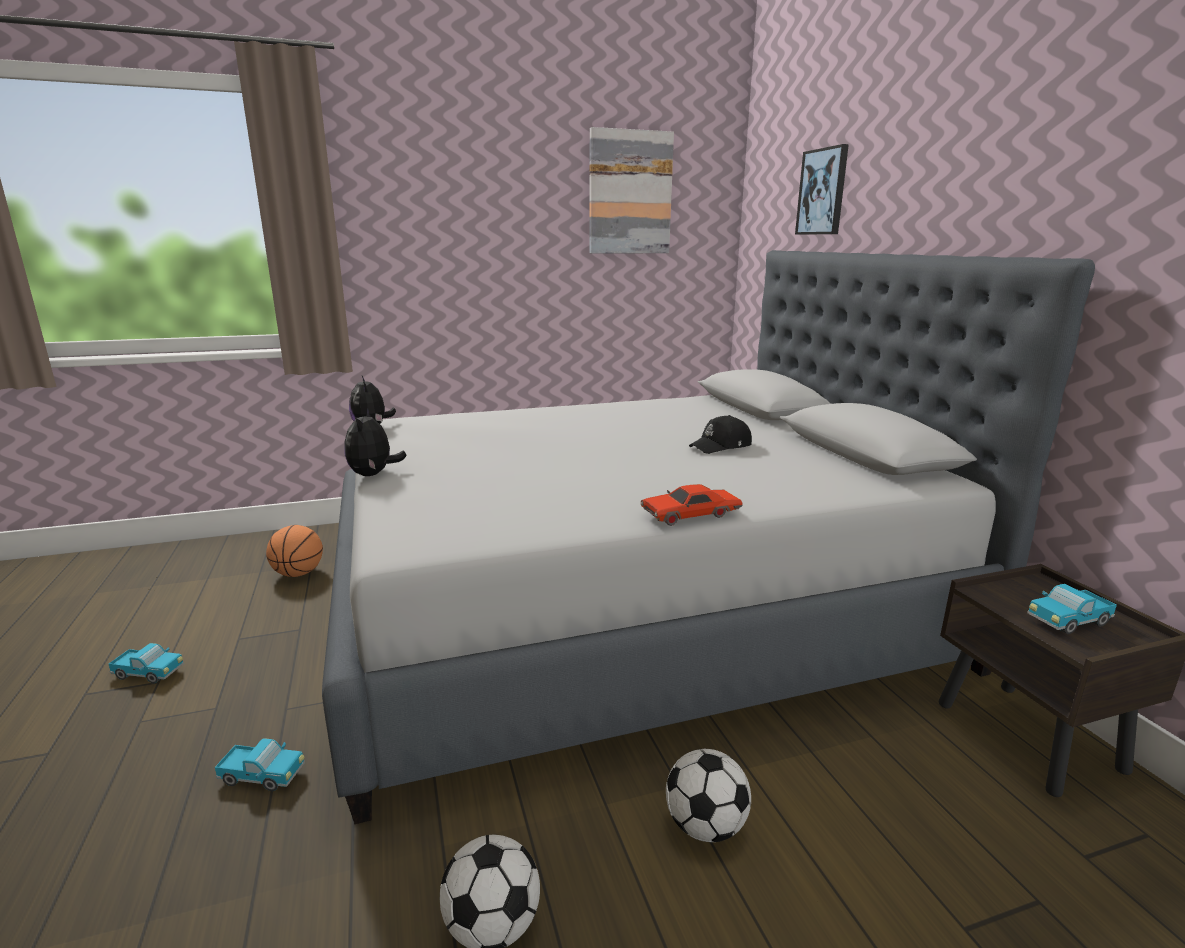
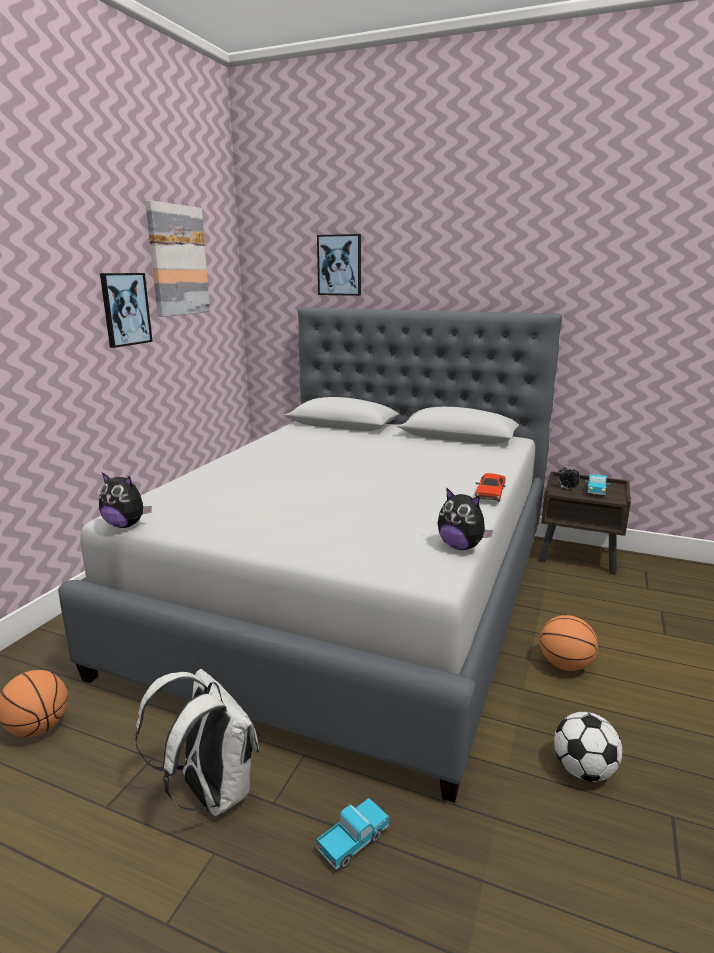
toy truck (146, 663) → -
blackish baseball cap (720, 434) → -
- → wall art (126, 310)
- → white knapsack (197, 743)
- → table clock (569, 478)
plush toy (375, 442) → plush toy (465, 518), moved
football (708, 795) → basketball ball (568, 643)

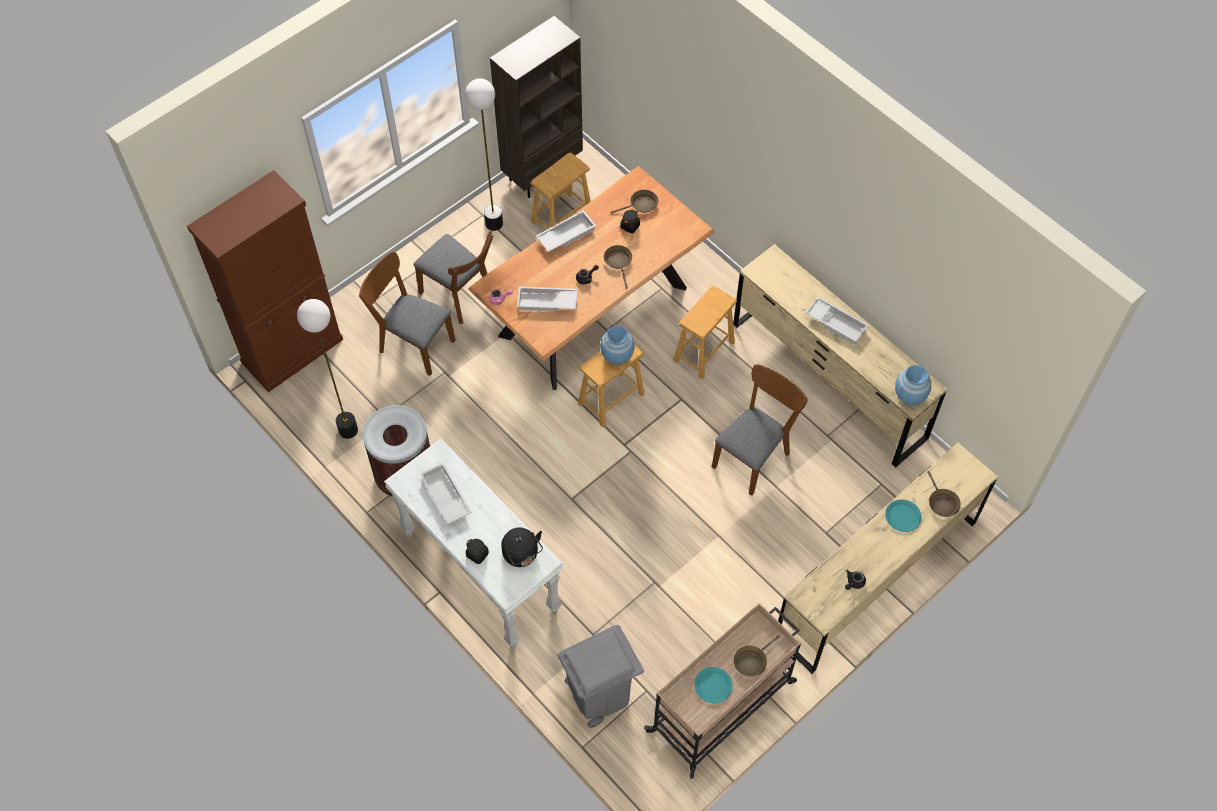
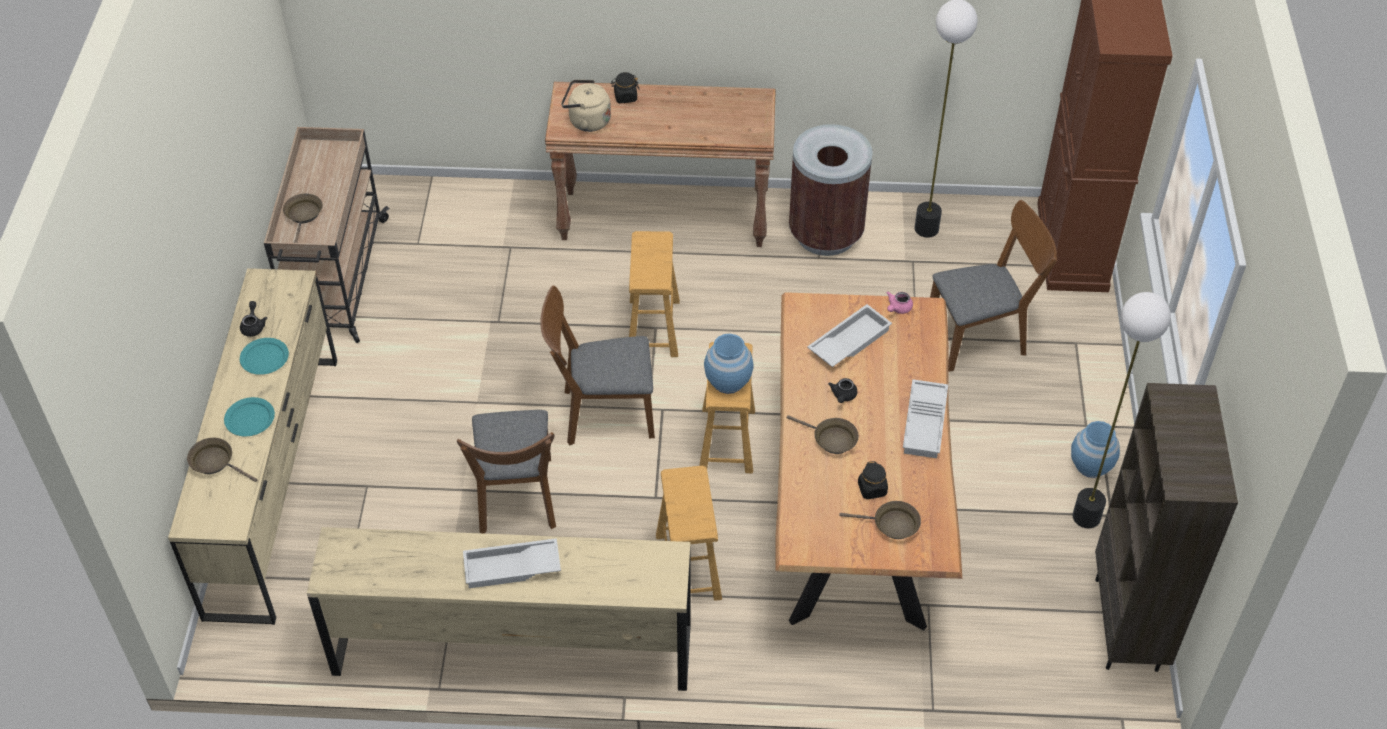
white tray (446, 493) → -
gray rubbish bin (600, 676) → -
brown plain chair (453, 277) → brown plain chair (597, 365), moved
brown stool (560, 191) → brown stool (654, 294), moved
turquoise-coloured dinner plate (713, 685) → turquoise-coloured dinner plate (264, 356), moved
blue-coloured flower vase (913, 385) → blue-coloured flower vase (1095, 449), moved
white hall table (473, 544) → brown hall table (660, 164)
blackish water kettle (522, 547) → beige-coloured water kettle (586, 106)
brown pan (634, 202) → brown pan (880, 520), 105 degrees counterclockwise

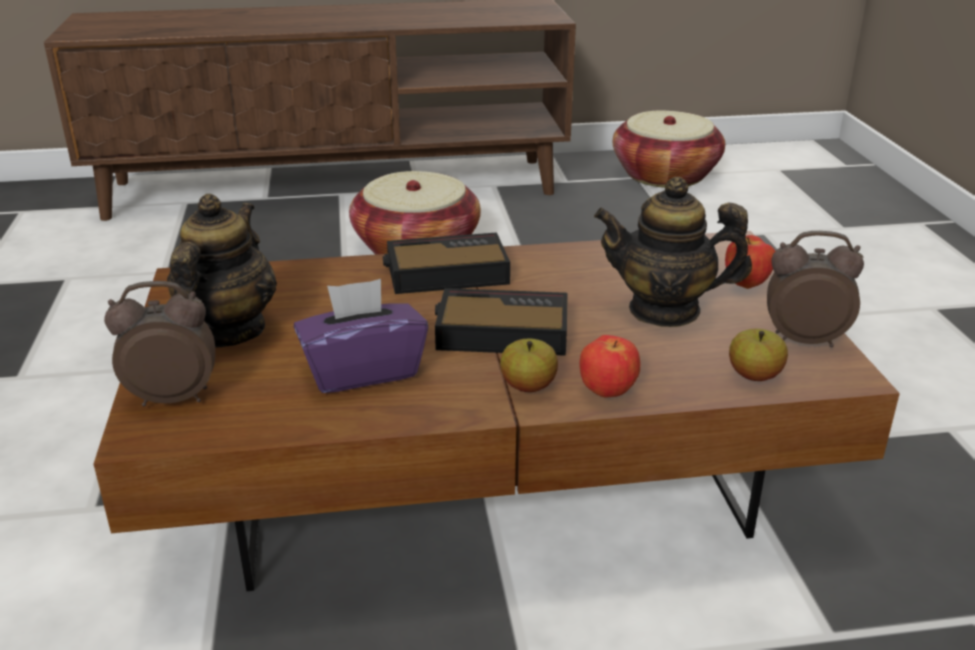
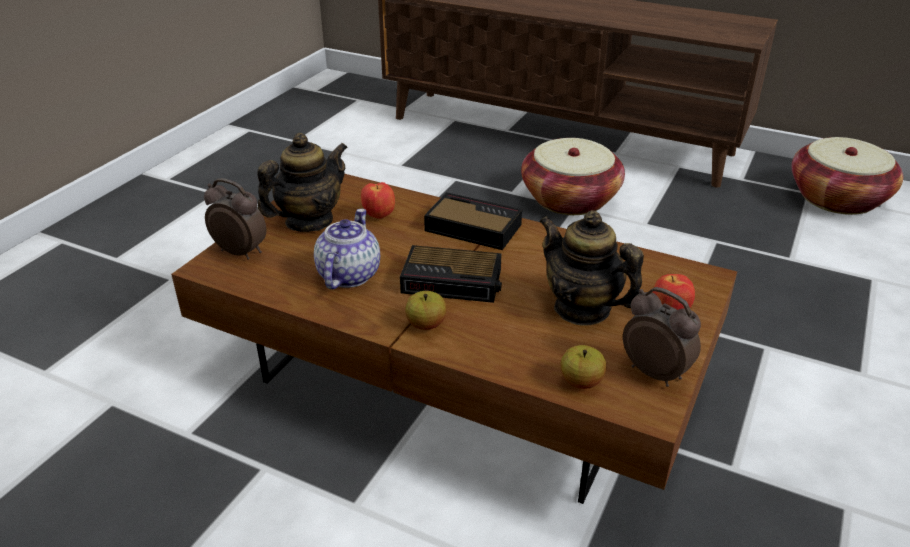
whole apple (609, 366) → whole apple (378, 200), moved
purple box of tissues (361, 336) → teapot (347, 249)
table clock (501, 322) → table clock (451, 274), 150 degrees clockwise

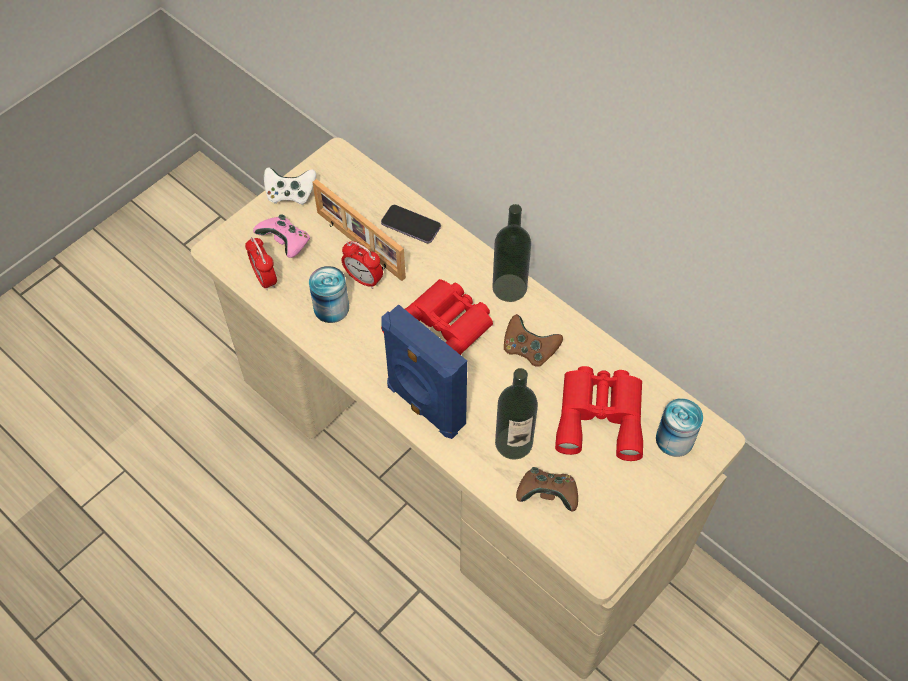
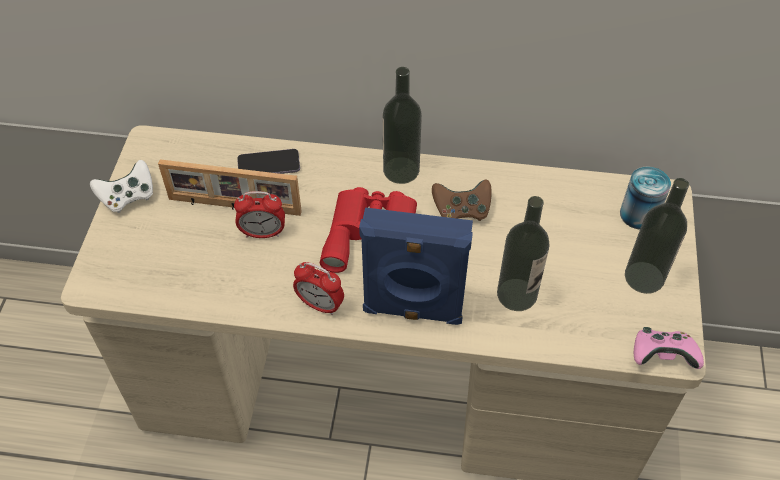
sealed can (329, 294) → -
brown gamepad (547, 489) → -
red-coloured binoculars (599, 413) → -
- → drink bottle (657, 236)
table clock (261, 264) → table clock (318, 288), moved
pink gamepad (281, 236) → pink gamepad (669, 348), moved

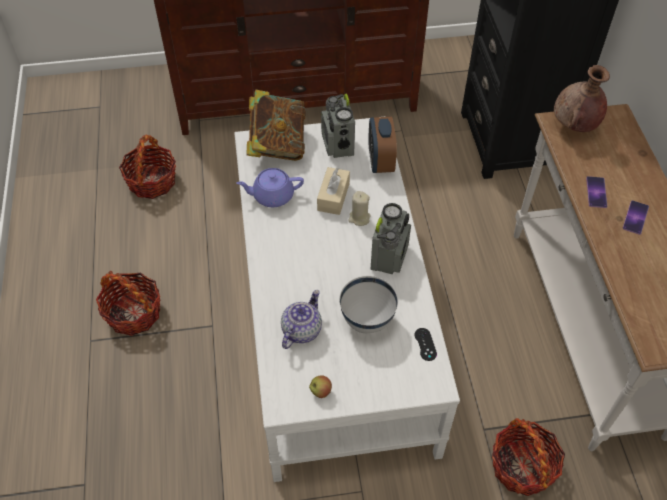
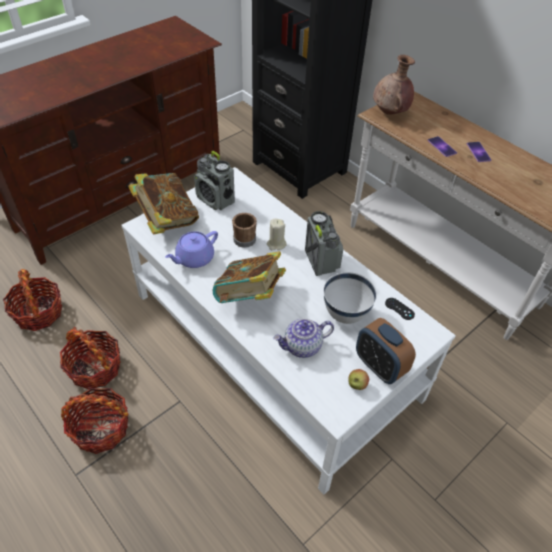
- → book (249, 277)
table clock (382, 145) → table clock (386, 351), moved
storage basket (528, 457) → storage basket (90, 358), moved
beige-coloured box of tissues (333, 191) → brown mug (244, 230)
teapot (301, 319) → teapot (303, 338), 105 degrees counterclockwise

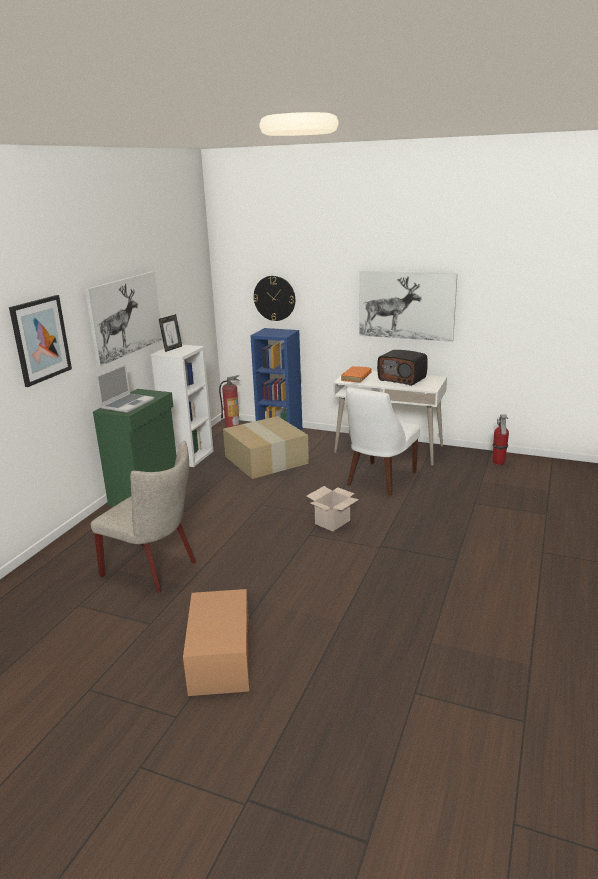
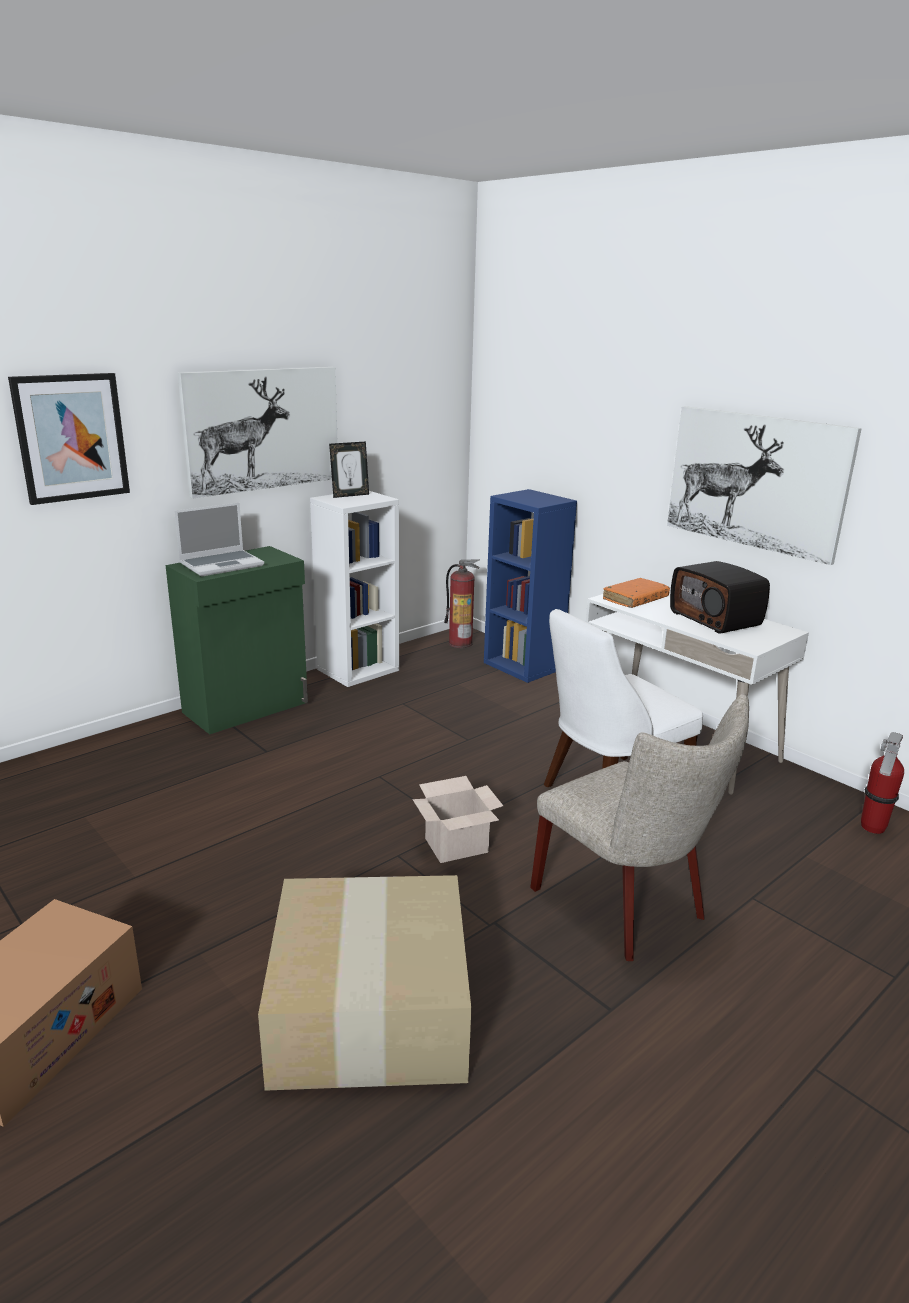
clock on the wall (274, 298) → -
beige-coloured plain chair (143, 517) → beige-coloured plain chair (639, 827), moved
carton (266, 447) → carton (364, 983), moved

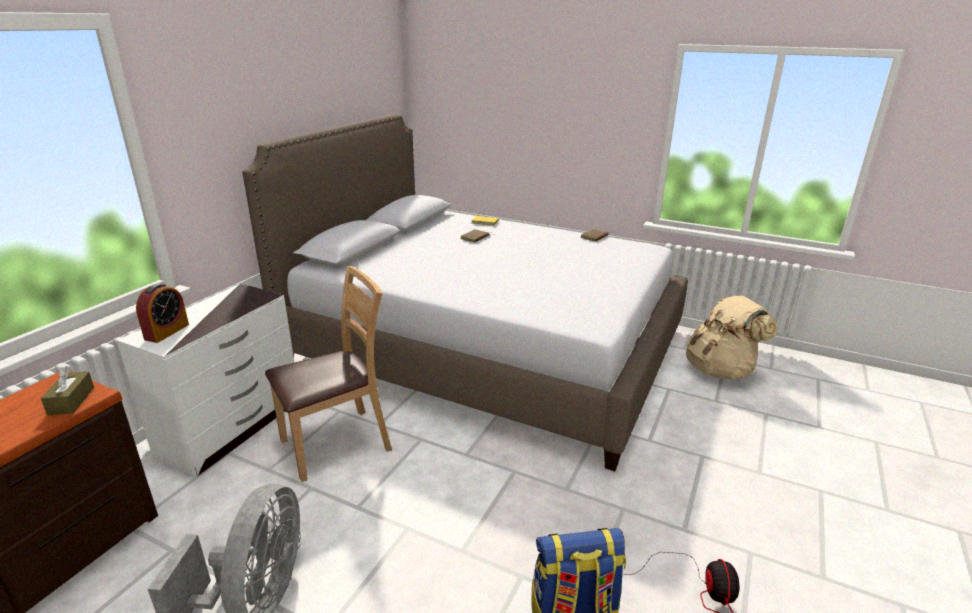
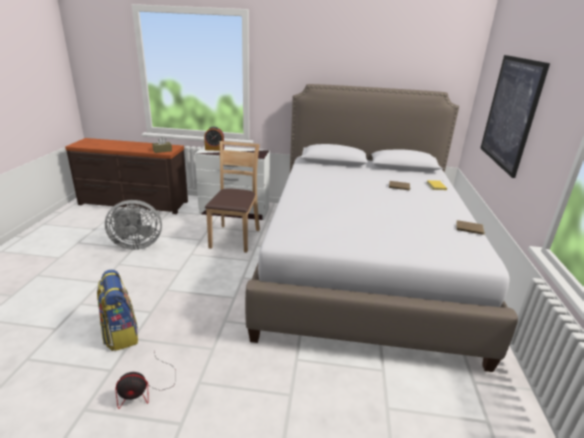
beige-coloured knapsack (732, 337) → -
- → wall art (515, 116)
brown plain chair (328, 374) → brown plain chair (232, 197), 120 degrees counterclockwise

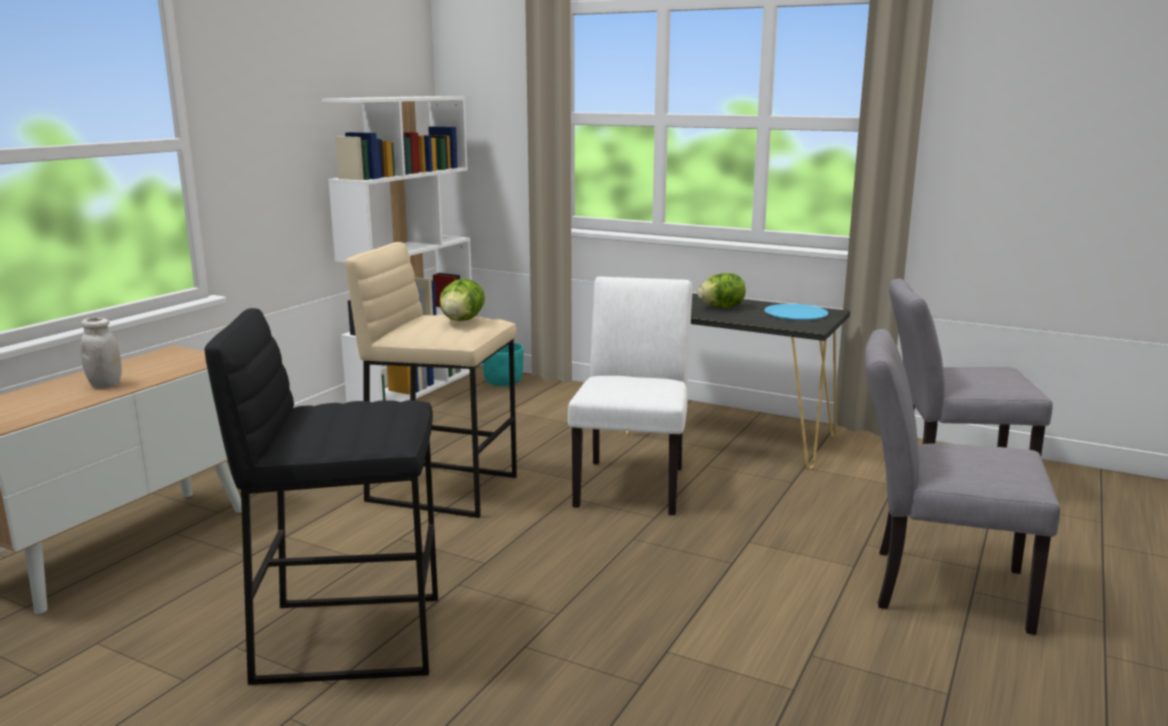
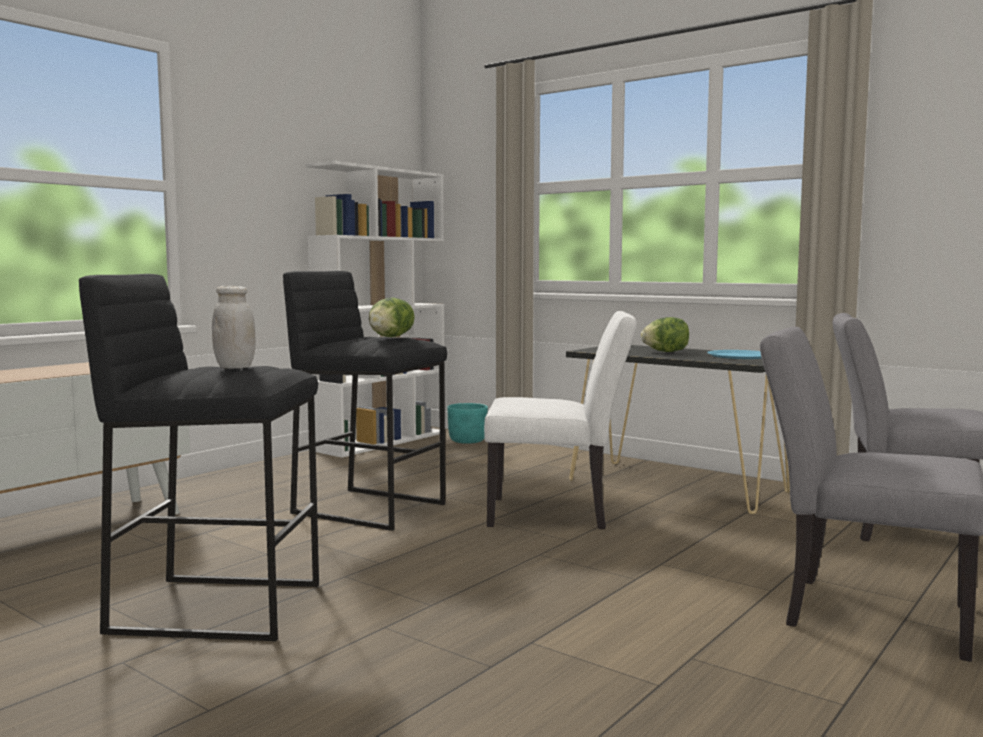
white preserve jar (101, 352) → white preserve jar (233, 327), moved
beige-coloured stool (431, 380) → blackish stool (365, 401)
white plain chair (630, 396) → white plain chair (560, 420), 75 degrees clockwise

